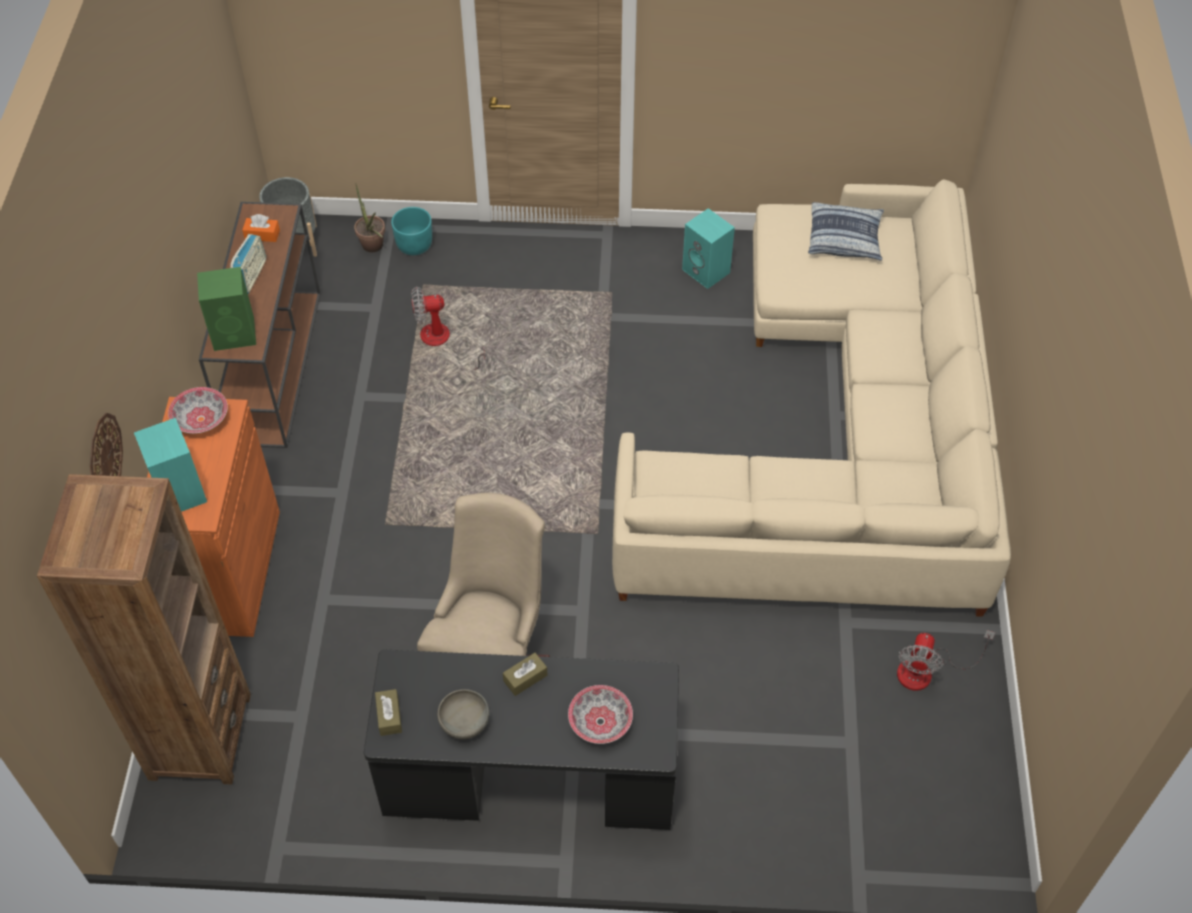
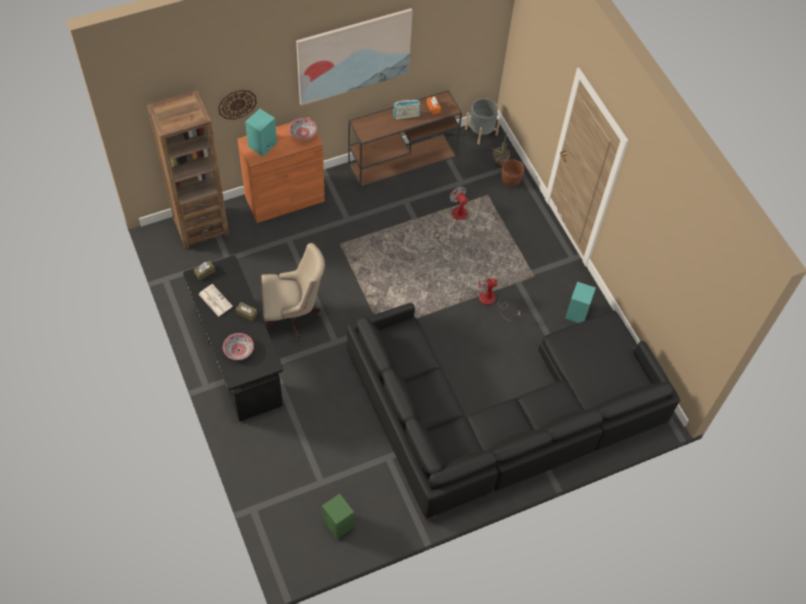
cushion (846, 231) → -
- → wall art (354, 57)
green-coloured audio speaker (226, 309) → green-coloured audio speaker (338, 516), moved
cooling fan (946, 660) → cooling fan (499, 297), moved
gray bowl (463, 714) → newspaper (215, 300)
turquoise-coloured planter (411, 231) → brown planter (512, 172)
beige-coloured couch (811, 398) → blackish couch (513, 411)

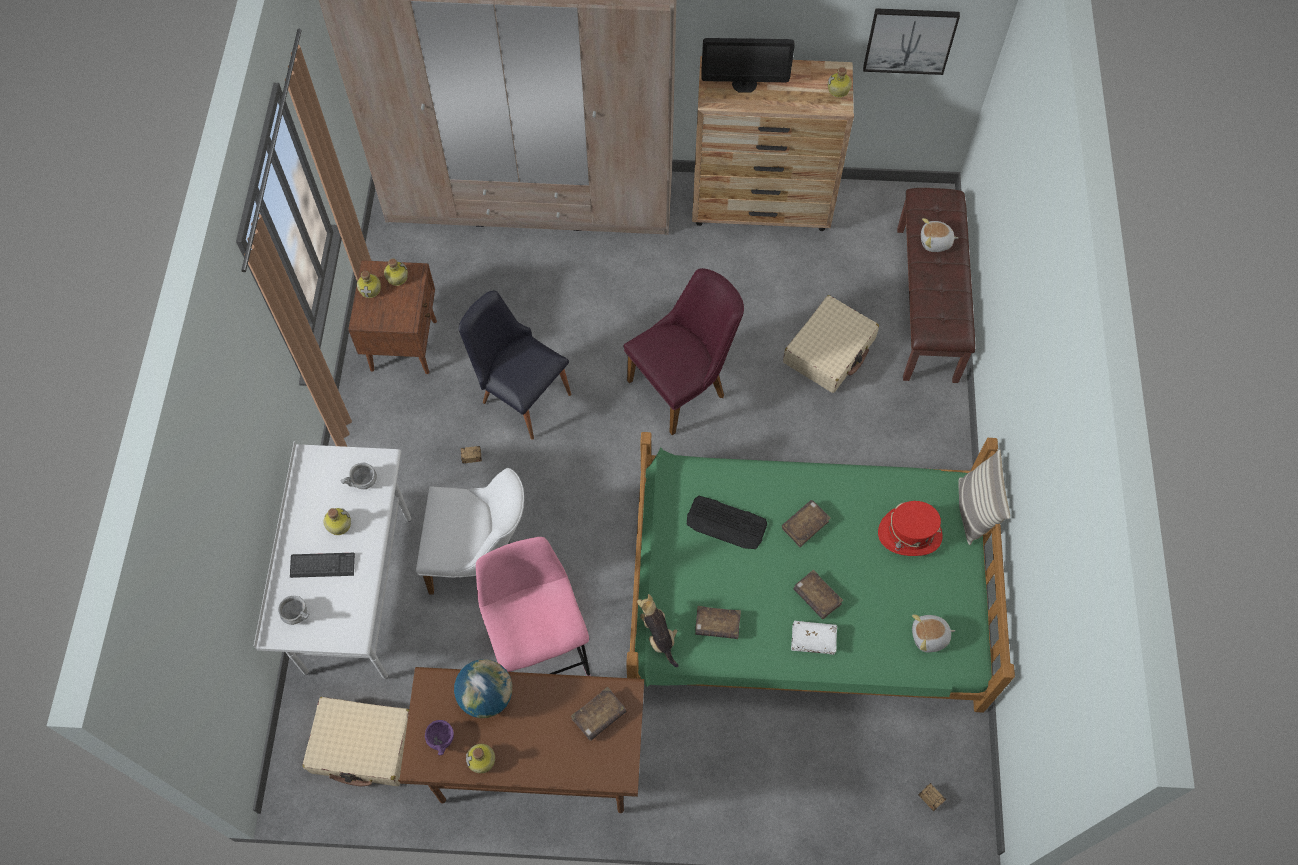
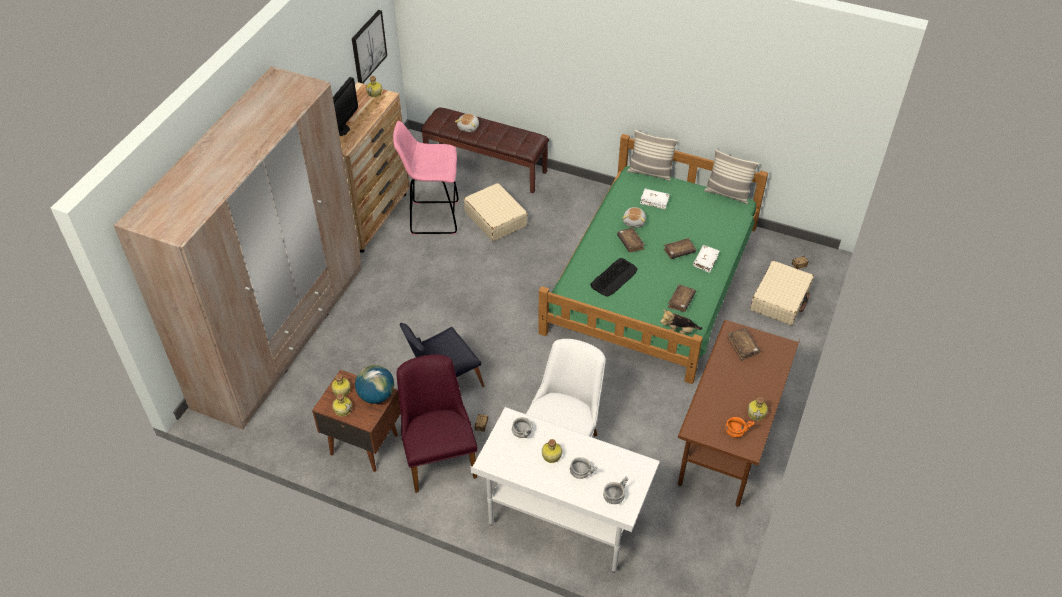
- → cushion (731, 176)
beige-coloured suitcase (356, 741) → beige-coloured suitcase (782, 293), moved
desk globe (483, 688) → desk globe (374, 384), moved
pink stool (533, 606) → pink stool (425, 178), moved
purple plain chair (683, 351) → purple plain chair (437, 423), moved
plush toy (933, 633) → plush toy (634, 217), moved
computer keyboard (322, 565) → gray bowl (583, 468)
red-coloured hat (910, 528) → white book (655, 198)
purple bowl (439, 738) → orangey bowl (739, 427)

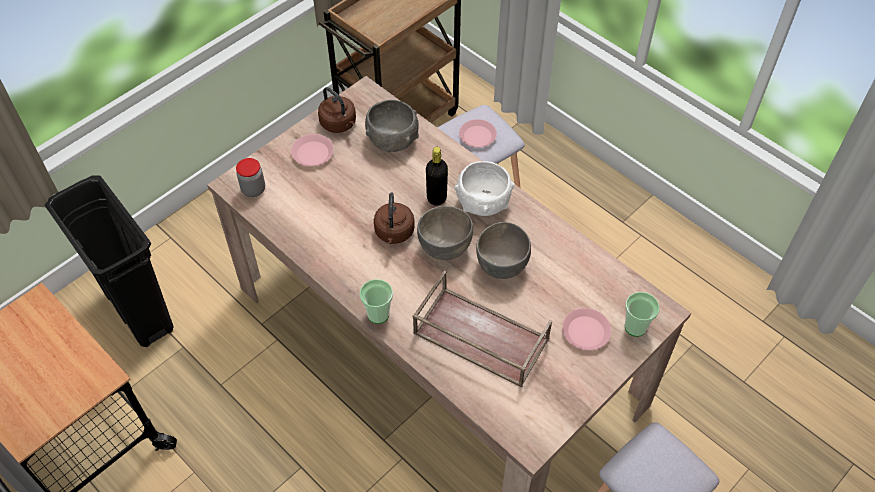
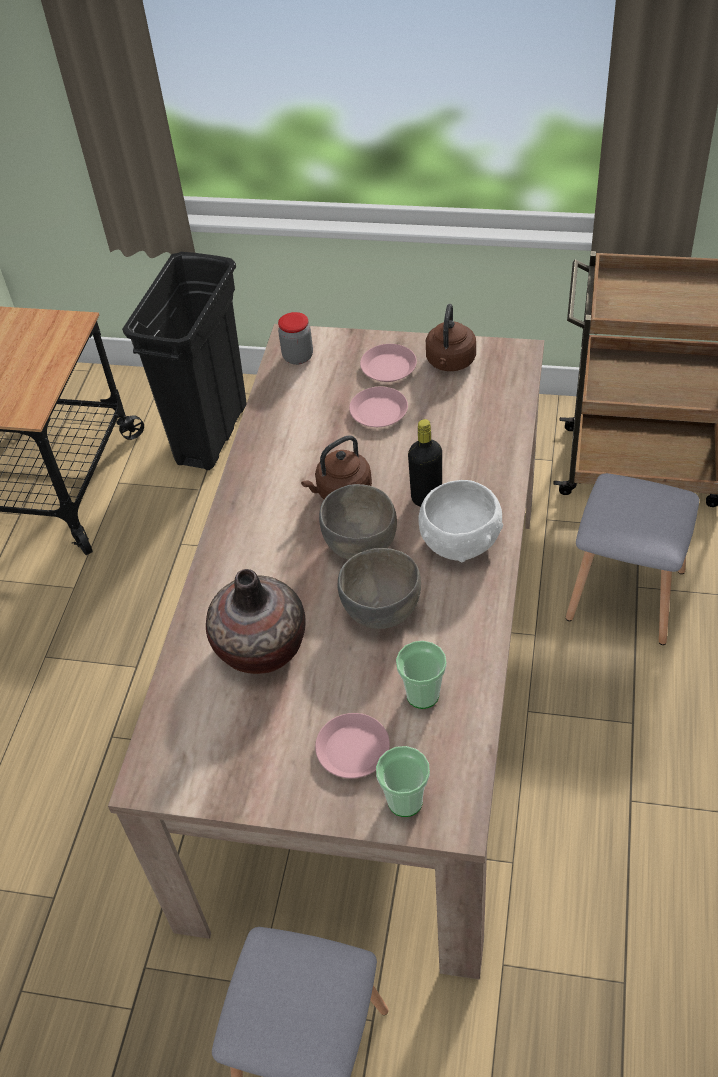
gray bowl (392, 126) → -
drinking cup (376, 301) → drinking cup (421, 675), moved
pink dinner plate (478, 133) → pink dinner plate (378, 407), moved
brown tray (482, 329) → flower vase (255, 621)

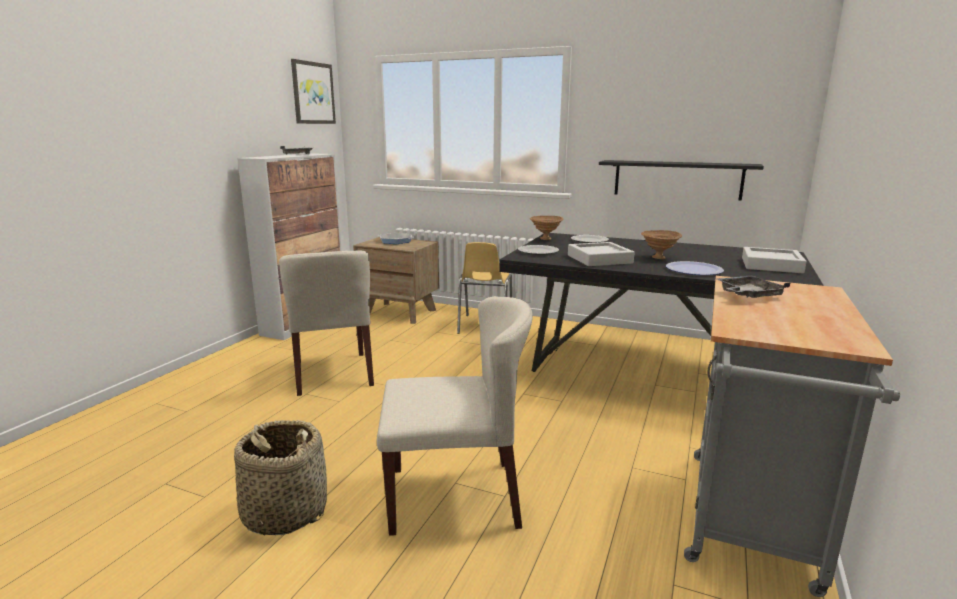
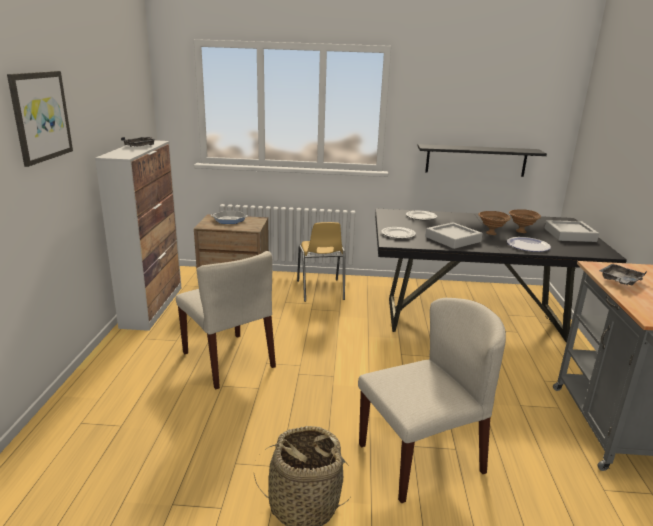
wall art (313, 91) → wall art (40, 119), moved
brown bowl (546, 228) → brown bowl (525, 221), moved

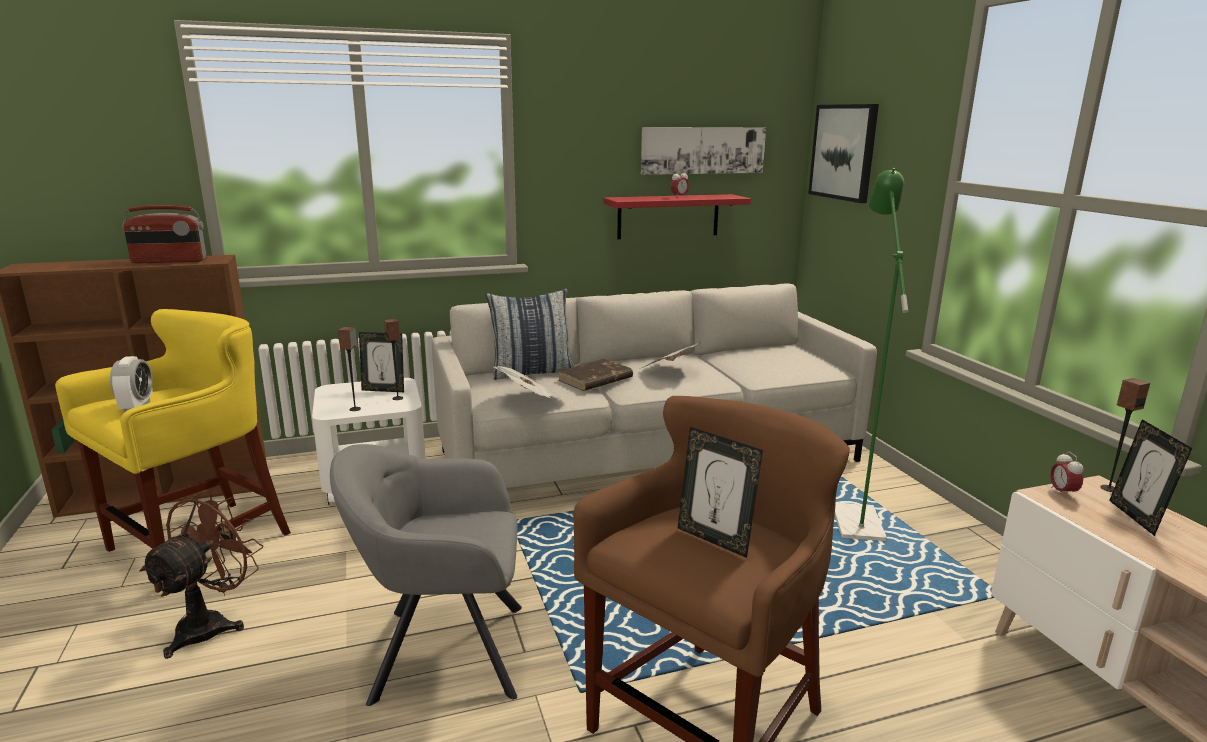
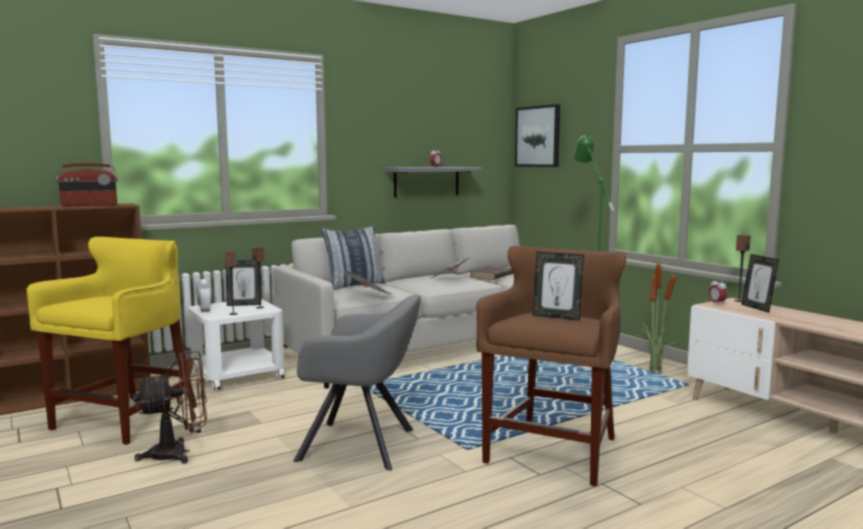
wall art (703, 151) → -
- → houseplant (657, 316)
table clock (131, 384) → table clock (204, 295), moved
brown book (595, 375) → brown book (491, 273), moved
red-coloured bracket shelf (677, 216) → gray bracket shelf (433, 182)
brown cooling fan (201, 574) → brown cooling fan (170, 407), 60 degrees clockwise
gray armchair (426, 575) → gray armchair (357, 382), 150 degrees counterclockwise

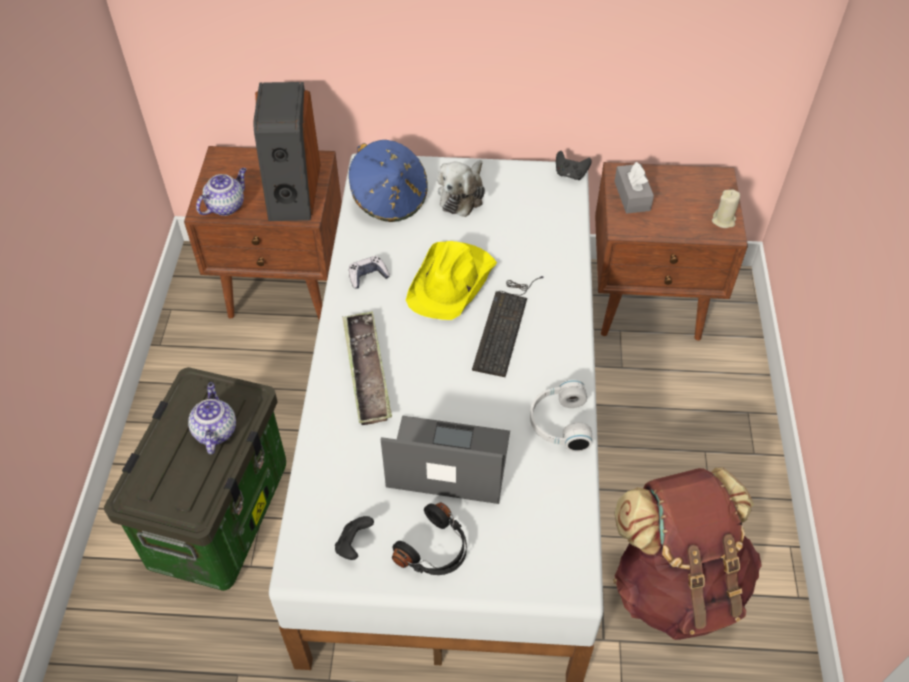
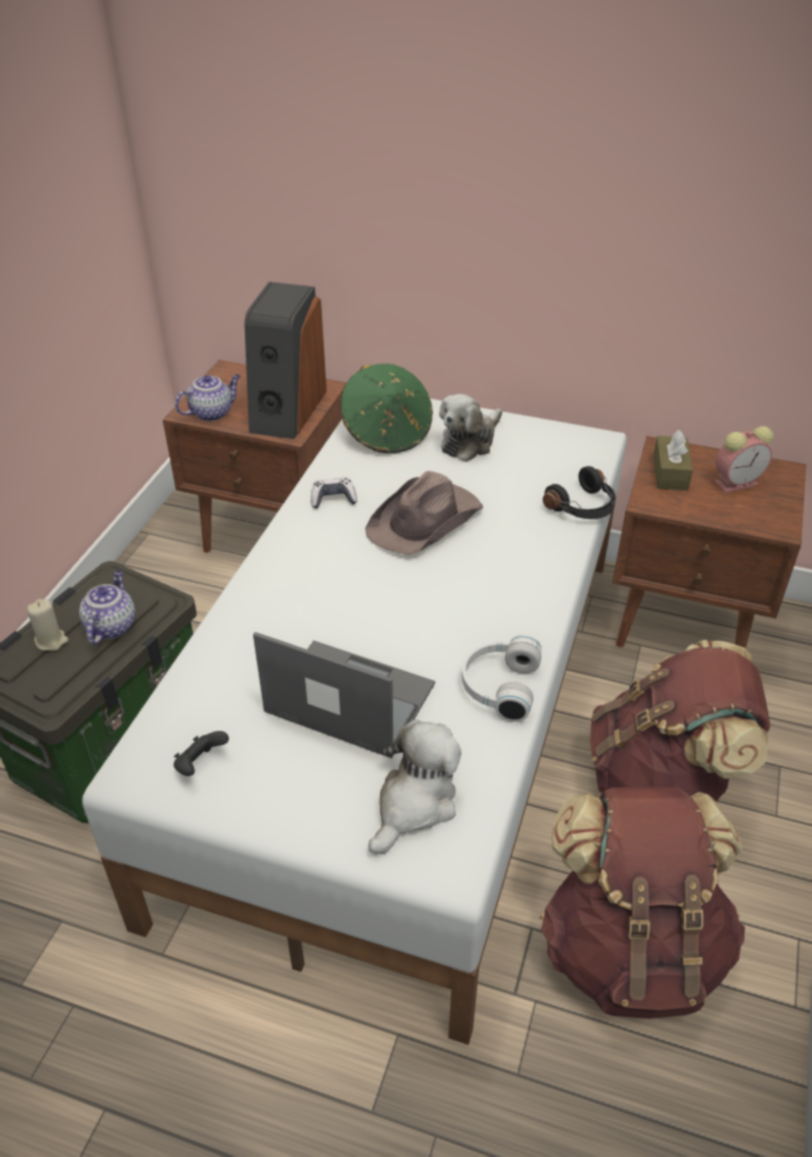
tray (367, 368) → -
computer keyboard (508, 326) → -
blackish gamepad (574, 165) → -
- → plush toy (415, 786)
- → brown knapsack (680, 720)
- → table clock (744, 459)
blackish pair of headphones (429, 538) → blackish pair of headphones (579, 492), moved
beige-coloured wax candle (726, 209) → beige-coloured wax candle (47, 625), moved
blue-coloured hat (388, 181) → green-coloured hat (387, 408)
yellow-coloured hat (451, 280) → brown hat (424, 513)
gray box of tissues (634, 188) → brown box of tissues (673, 460)

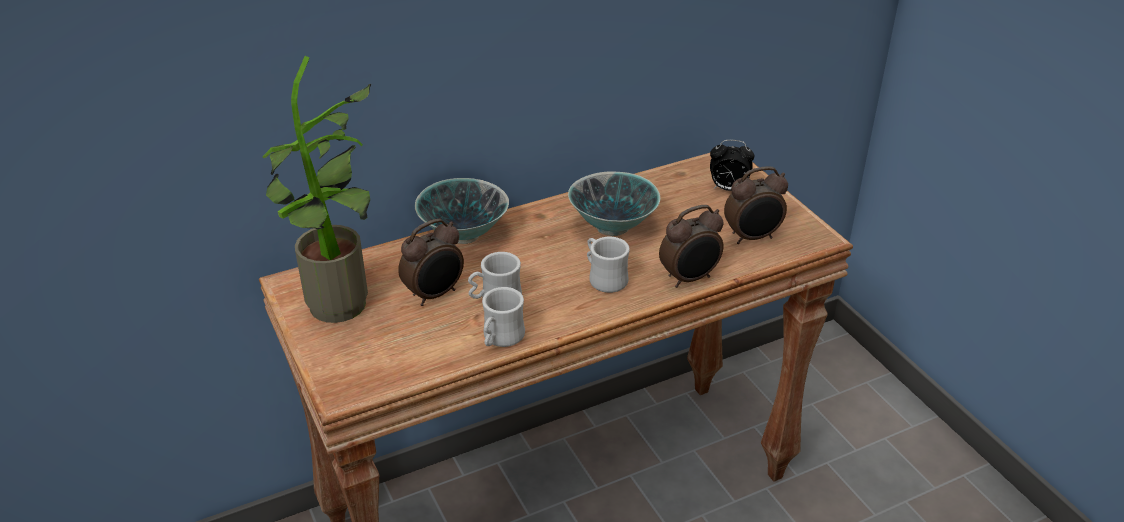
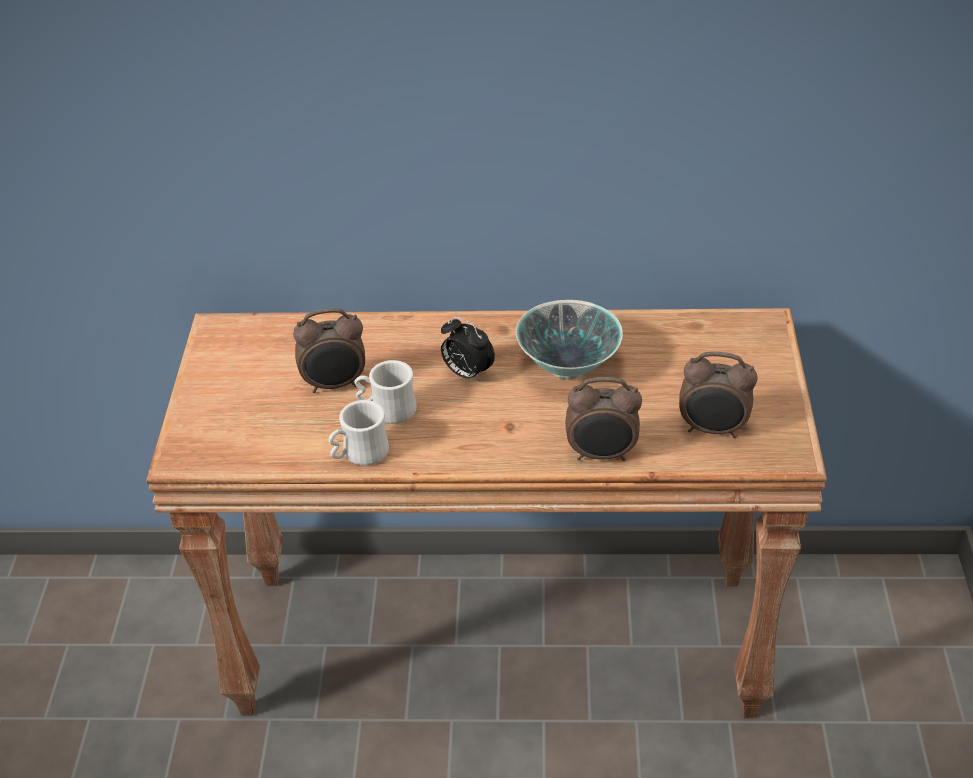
houseplant (317, 189) → -
bowl (462, 211) → -
white mug (608, 265) → -
table clock (732, 165) → table clock (468, 349), moved

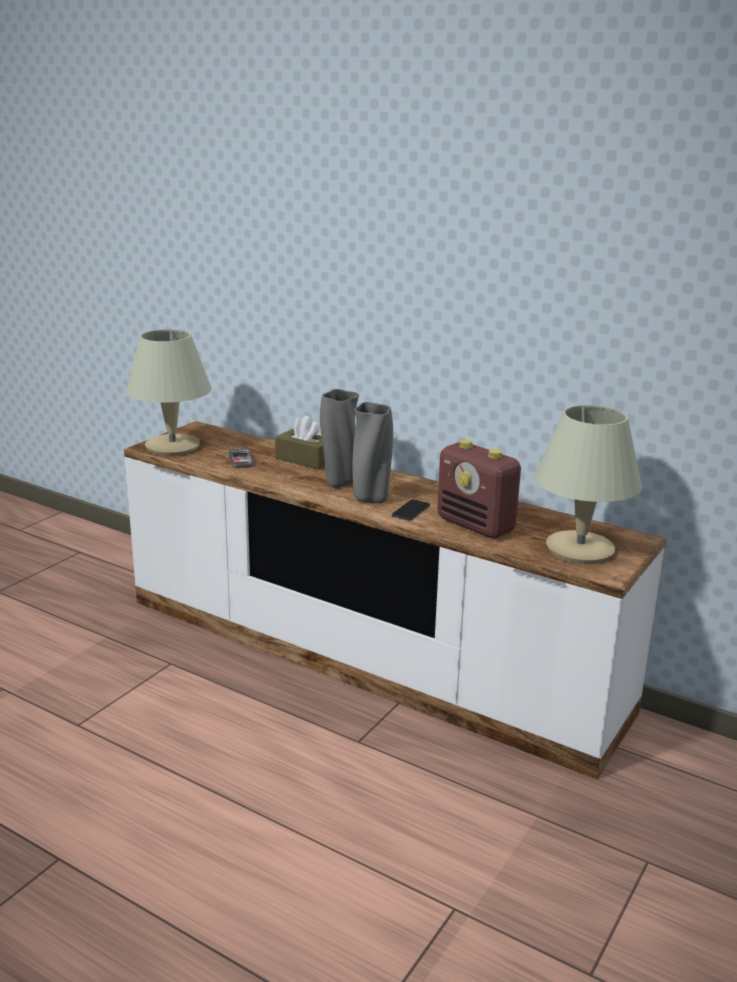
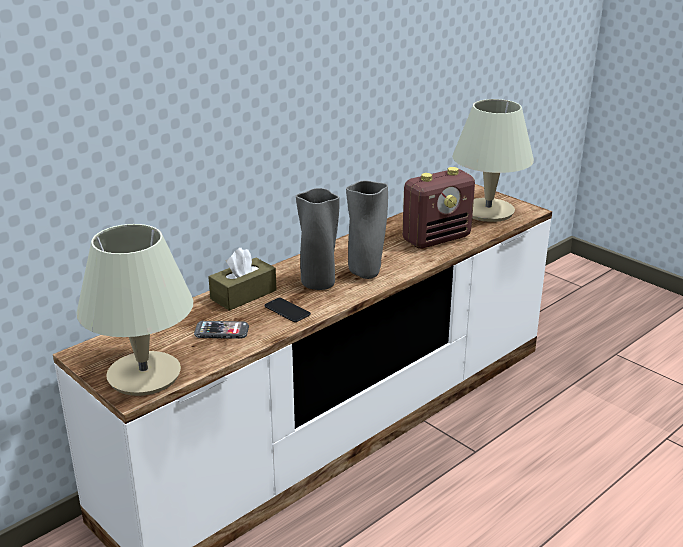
phone (411, 510) → phone (287, 310), moved

